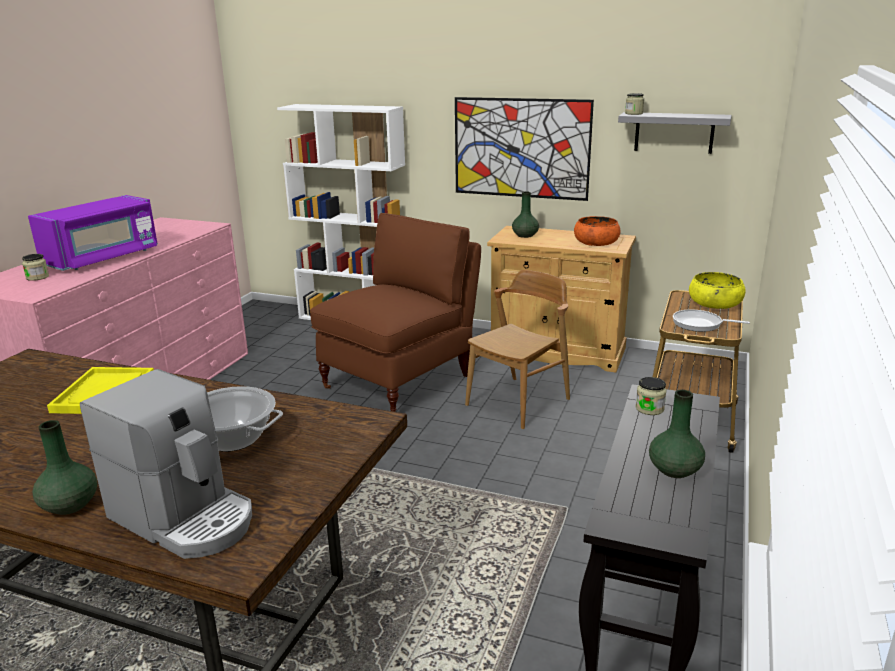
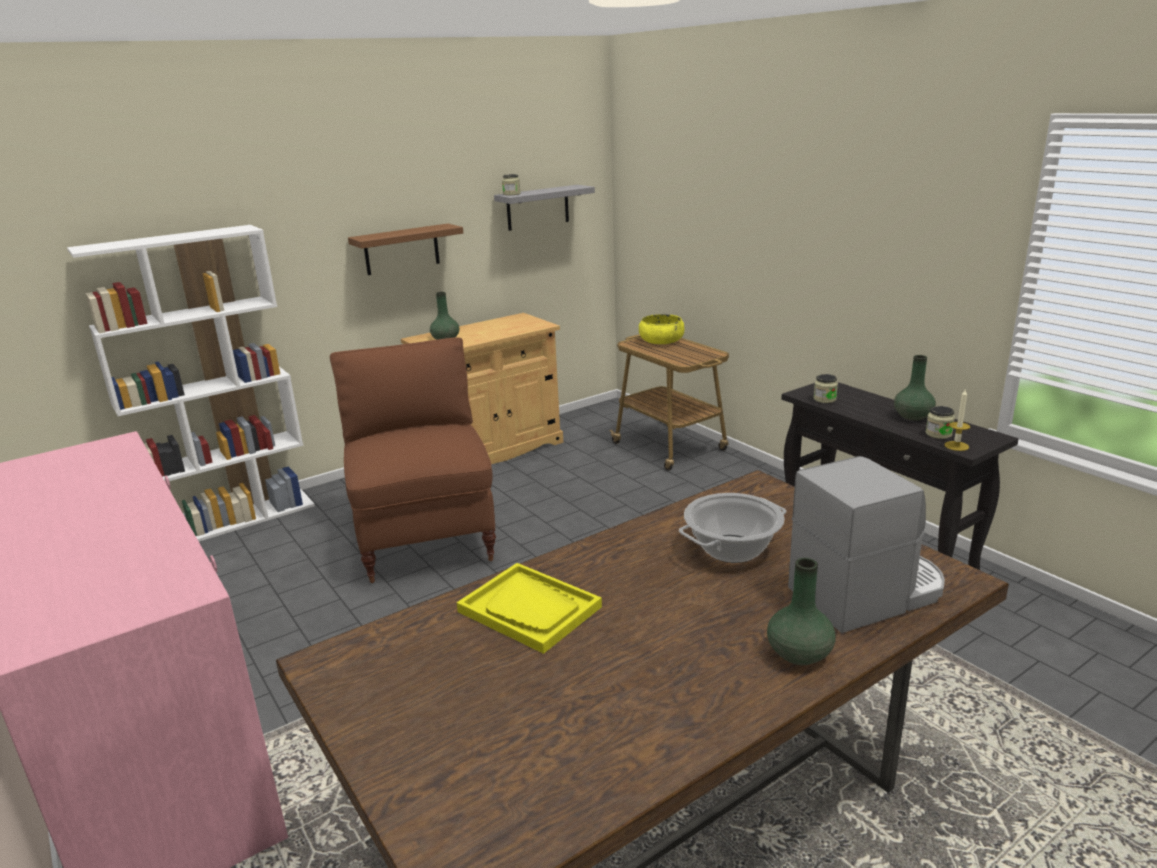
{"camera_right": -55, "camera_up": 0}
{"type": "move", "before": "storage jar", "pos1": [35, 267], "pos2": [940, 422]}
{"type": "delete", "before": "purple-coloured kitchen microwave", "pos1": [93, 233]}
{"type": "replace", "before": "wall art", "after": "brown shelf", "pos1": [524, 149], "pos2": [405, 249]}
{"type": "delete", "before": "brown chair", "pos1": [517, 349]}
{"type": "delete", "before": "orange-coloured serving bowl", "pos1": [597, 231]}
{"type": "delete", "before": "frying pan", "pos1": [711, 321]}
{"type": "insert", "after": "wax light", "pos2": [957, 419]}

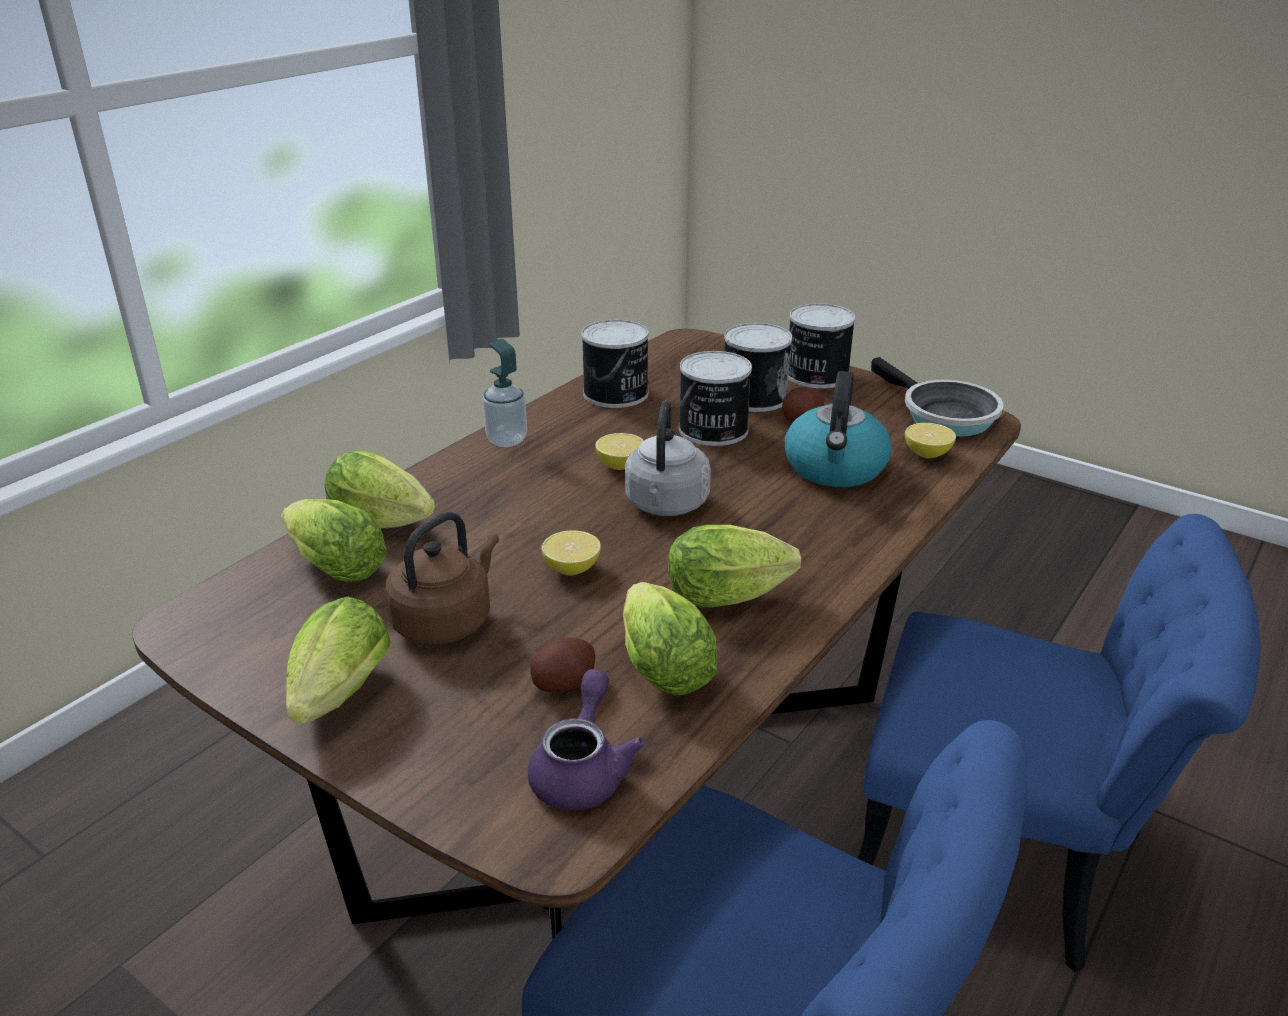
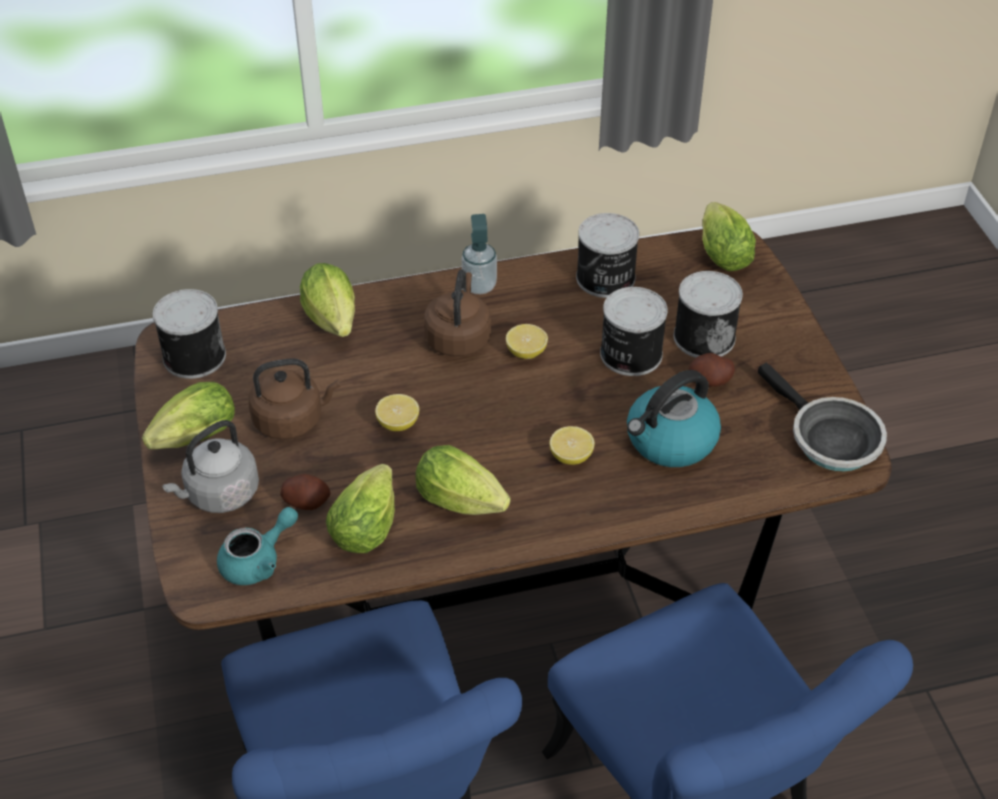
{"camera_right": 40, "camera_up": 15}
{"type": "move", "before": "head of lettuce", "pos1": [334, 540], "pos2": [729, 236]}
{"type": "recolor", "before": "purple-coloured teapot", "after": "turquoise-coloured teapot", "pos1": [586, 739], "pos2": [257, 546]}
{"type": "move", "before": "gray tea kettle", "pos1": [668, 458], "pos2": [210, 466]}
{"type": "move", "before": "sealed can", "pos1": [821, 346], "pos2": [189, 334]}
{"type": "rotate", "before": "frying pan", "pos1": [937, 397], "pos2": [822, 417], "turn": -45}
{"type": "move", "before": "whole lemon", "pos1": [930, 440], "pos2": [572, 445]}
{"type": "insert", "after": "brown tea kettle", "pos2": [457, 313]}

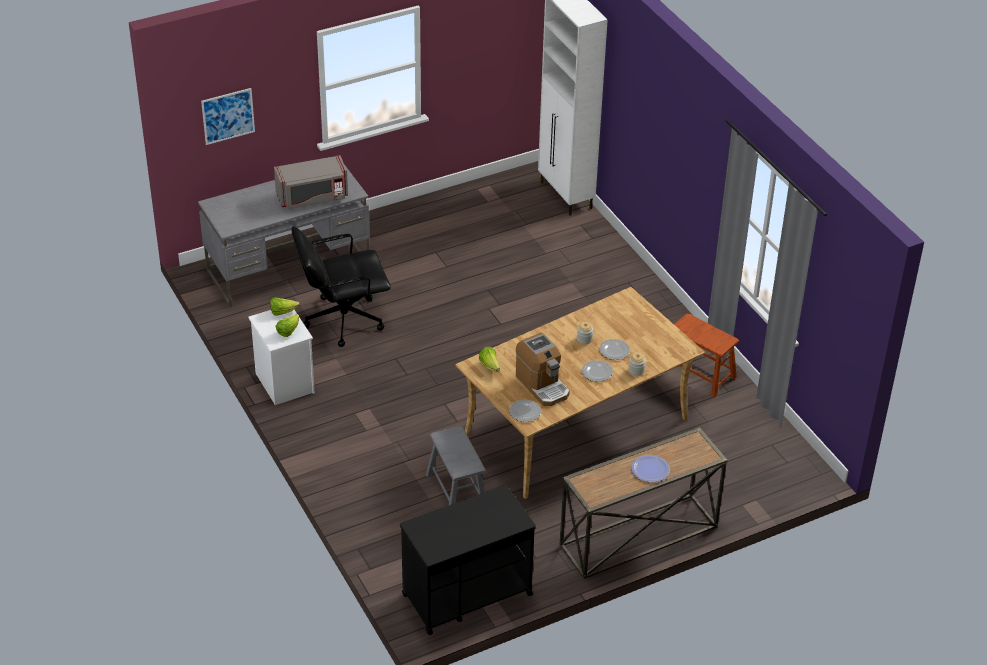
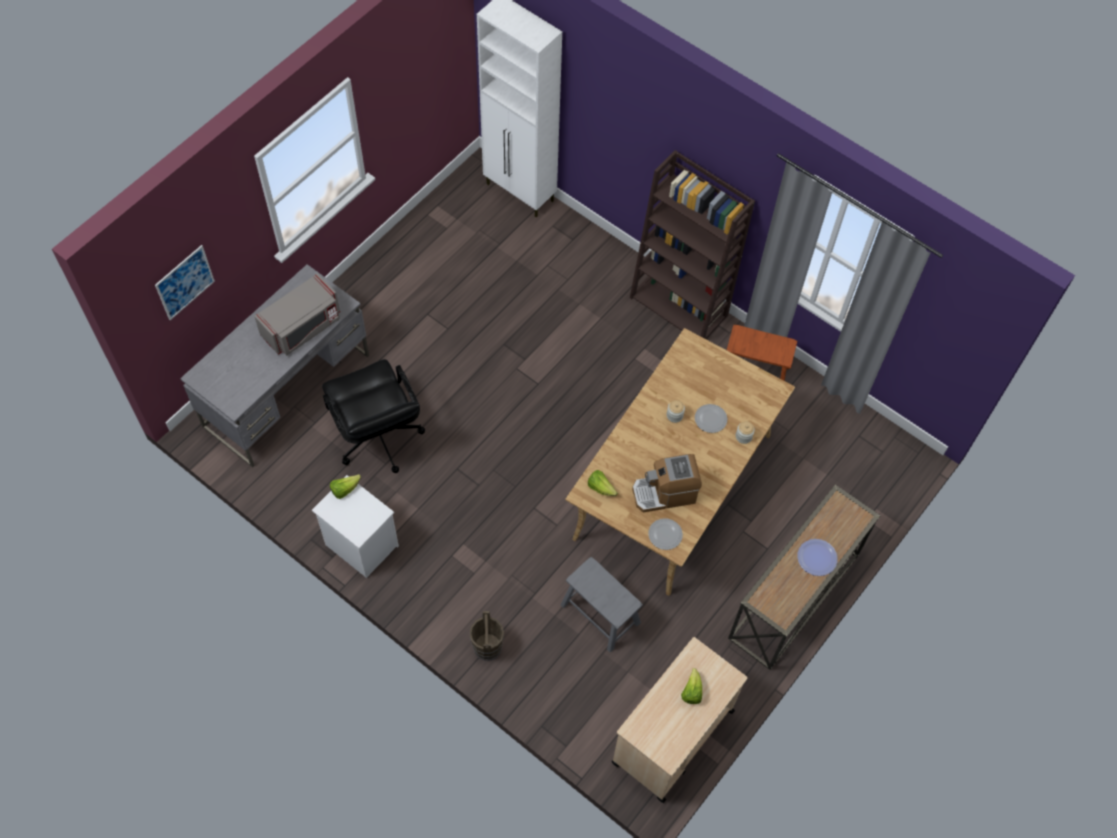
{"camera_right": -25, "camera_up": 20}
{"type": "move", "before": "head of lettuce", "pos1": [287, 325], "pos2": [691, 686]}
{"type": "rotate", "before": "black desk chair", "pos1": [341, 286], "pos2": [373, 416], "turn": -75}
{"type": "recolor", "before": "black wheeled cart", "after": "beige wheeled cart", "pos1": [468, 560], "pos2": [680, 720]}
{"type": "rotate", "before": "coffee brewer", "pos1": [543, 369], "pos2": [667, 483], "turn": 135}
{"type": "delete", "before": "flat dish", "pos1": [597, 371]}
{"type": "insert", "after": "brown water bucket", "pos2": [486, 636]}
{"type": "insert", "after": "brown bookshelf", "pos2": [692, 244]}

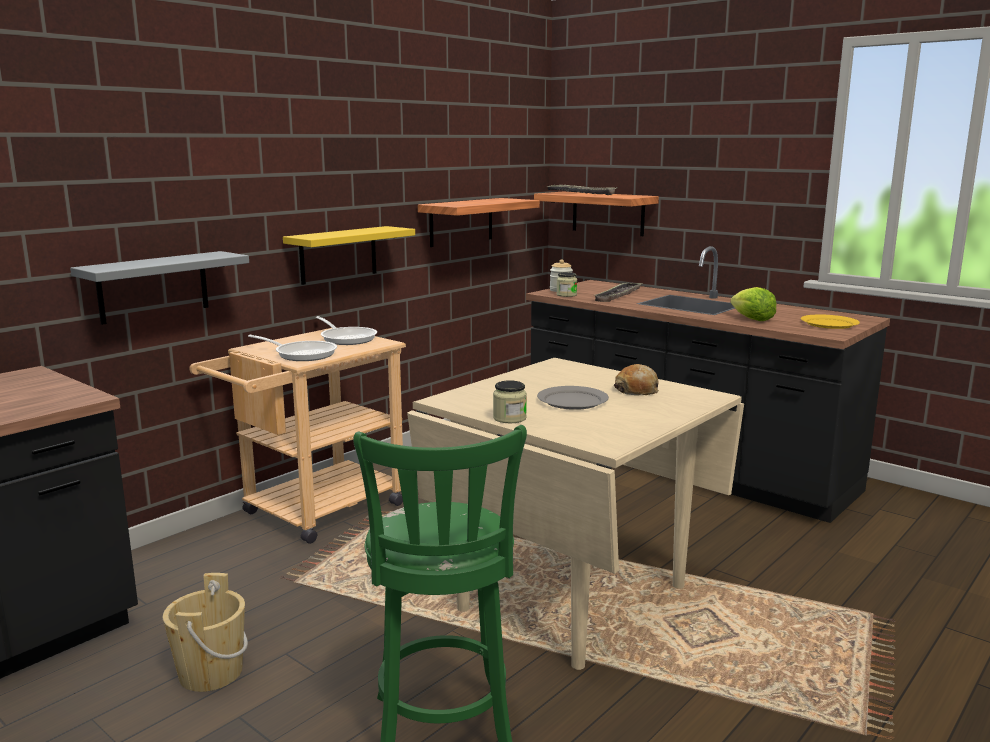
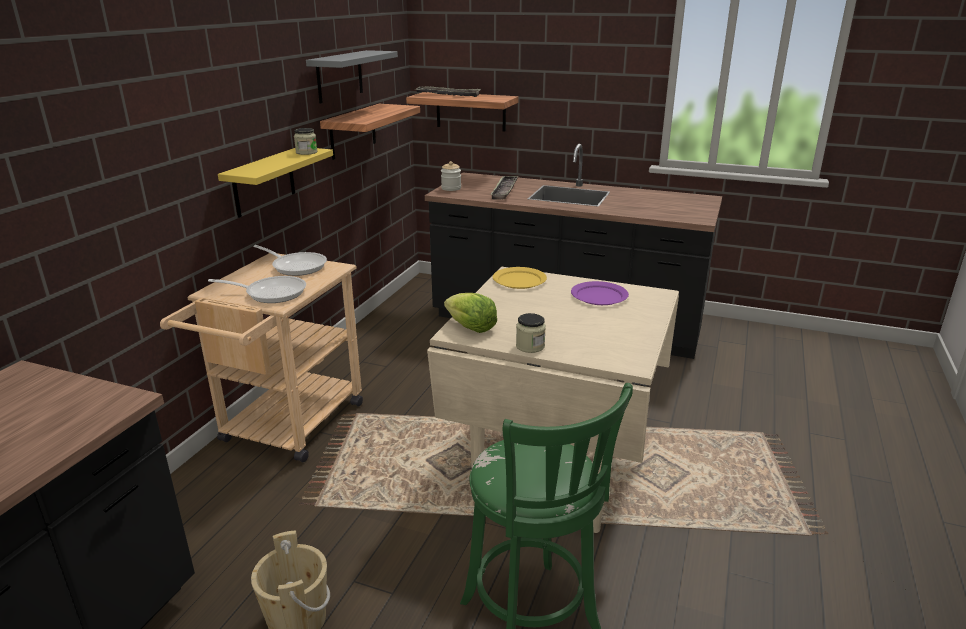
{"camera_right": -20, "camera_up": 10}
{"type": "move", "before": "gray shelf", "pos1": [159, 288], "pos2": [352, 76]}
{"type": "delete", "before": "gray flat dish", "pos1": [573, 398]}
{"type": "move", "before": "storage jar", "pos1": [567, 284], "pos2": [305, 141]}
{"type": "replace", "before": "baked bread", "after": "purple-coloured flat dish", "pos1": [636, 379], "pos2": [600, 293]}
{"type": "move", "before": "head of lettuce", "pos1": [753, 304], "pos2": [470, 313]}
{"type": "move", "before": "yellow-coloured flat dish", "pos1": [830, 322], "pos2": [520, 278]}

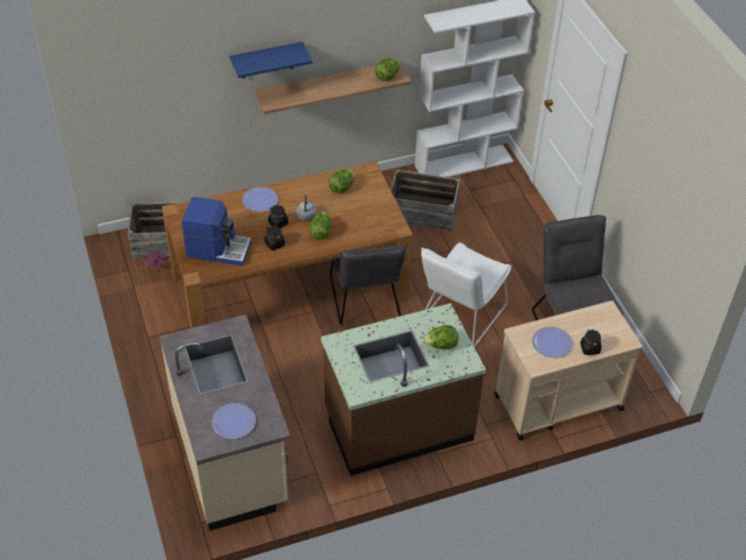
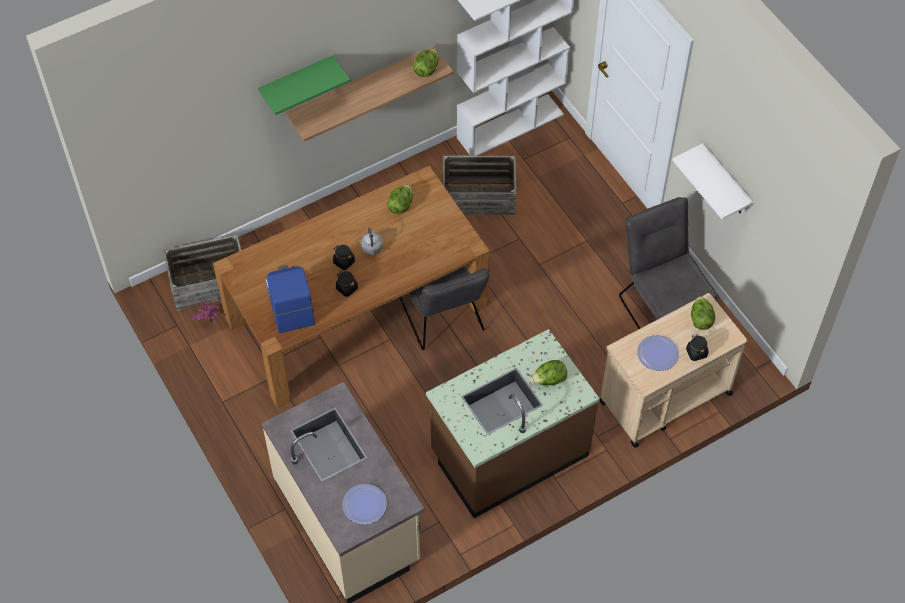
{"camera_right": -10, "camera_up": 10}
{"type": "rotate", "before": "coffee brewer", "pos1": [217, 231], "pos2": [290, 299], "turn": -105}
{"type": "recolor", "before": "blue shelf", "after": "greenish shelf", "pos1": [271, 60], "pos2": [304, 85]}
{"type": "delete", "before": "flat dish", "pos1": [260, 199]}
{"type": "move", "before": "head of lettuce", "pos1": [321, 226], "pos2": [703, 313]}
{"type": "delete", "before": "white chair", "pos1": [466, 294]}
{"type": "insert", "after": "white shelf", "pos2": [712, 181]}

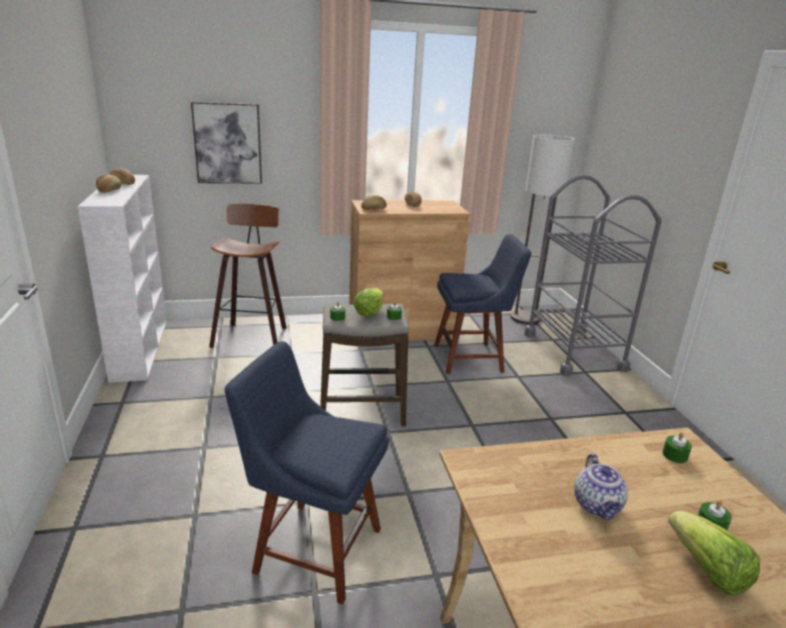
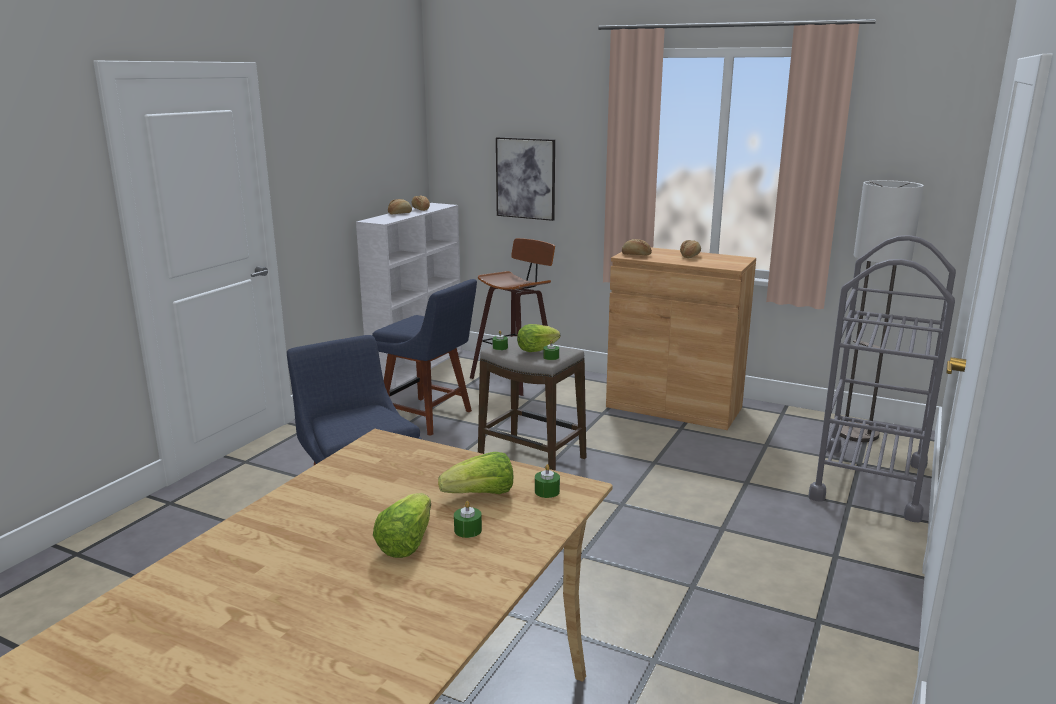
{"camera_right": 40, "camera_up": -5}
{"type": "move", "before": "blue chair", "pos1": [482, 304], "pos2": [424, 357]}
{"type": "delete", "before": "teapot", "pos1": [601, 487]}
{"type": "insert", "after": "head of lettuce", "pos2": [476, 473]}

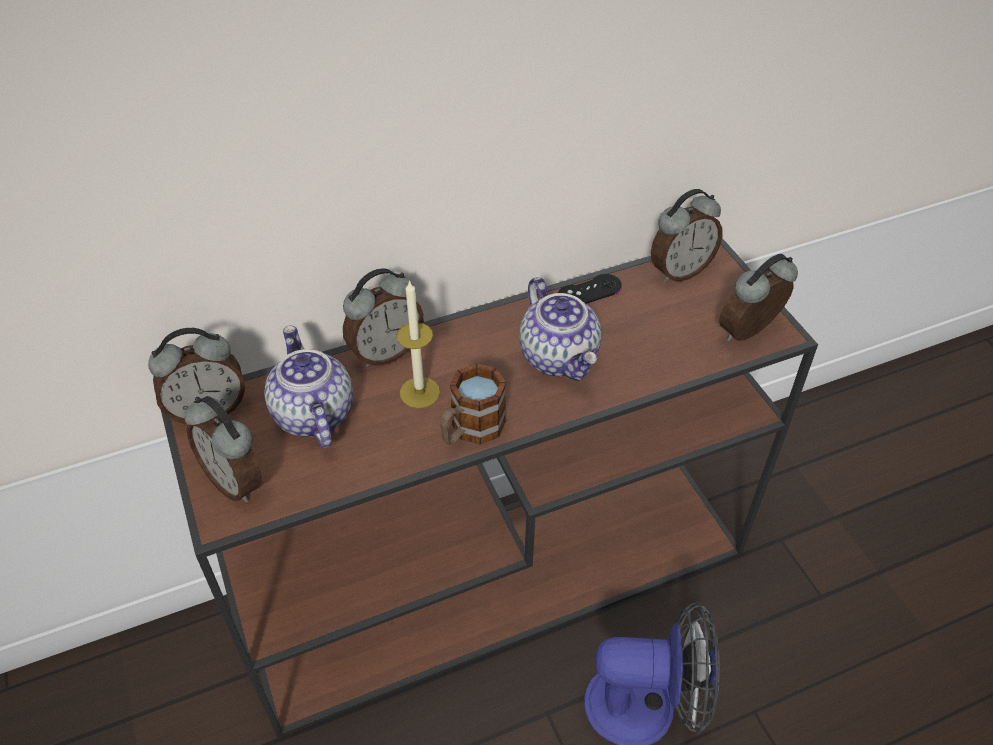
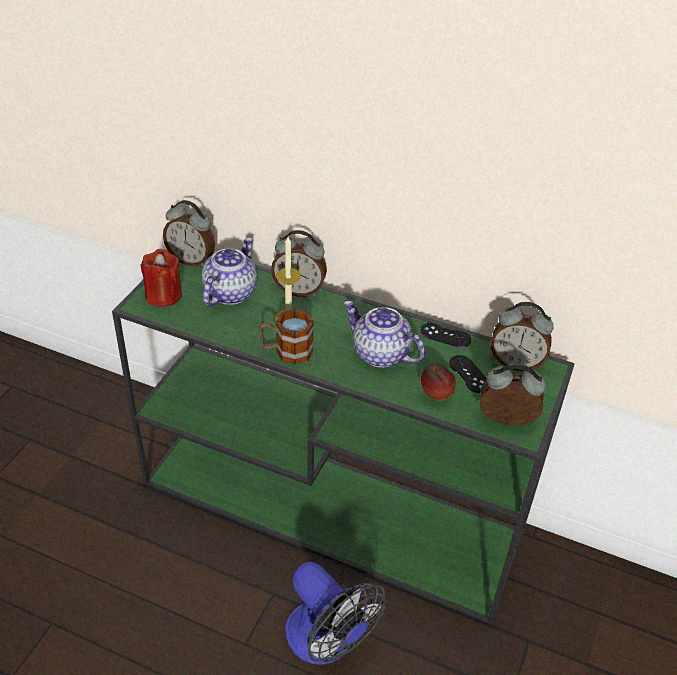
{"camera_right": 45, "camera_up": -5}
{"type": "recolor", "before": "brown hall table", "after": "greenish hall table", "pos1": [489, 488], "pos2": [343, 438]}
{"type": "replace", "before": "alarm clock", "after": "red-coloured wax light", "pos1": [223, 449], "pos2": [161, 278]}
{"type": "rotate", "before": "teapot", "pos1": [560, 329], "pos2": [384, 334], "turn": 105}
{"type": "insert", "after": "whole apple", "pos2": [438, 382]}
{"type": "insert", "after": "black game controller", "pos2": [468, 374]}

